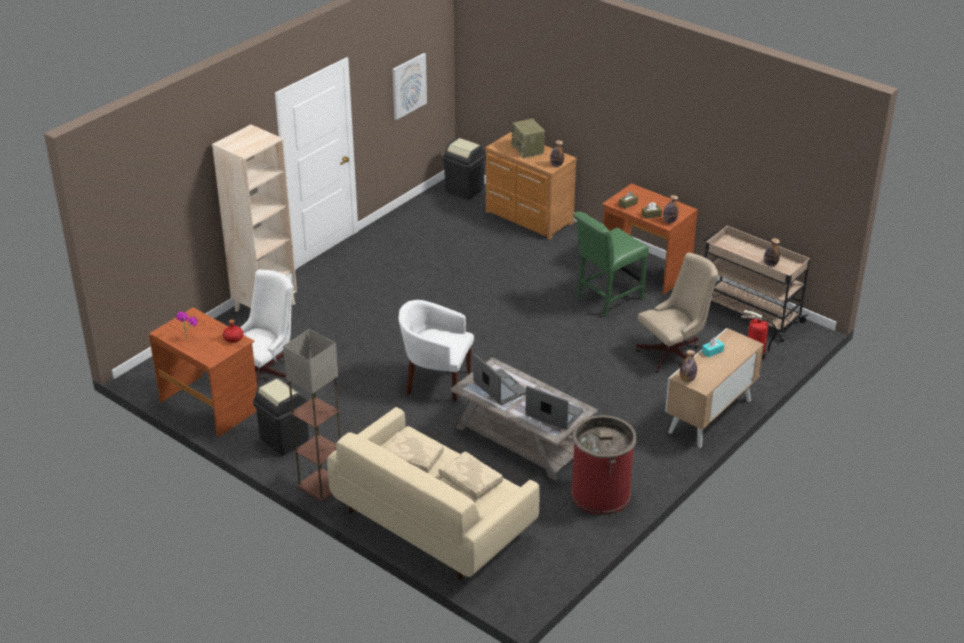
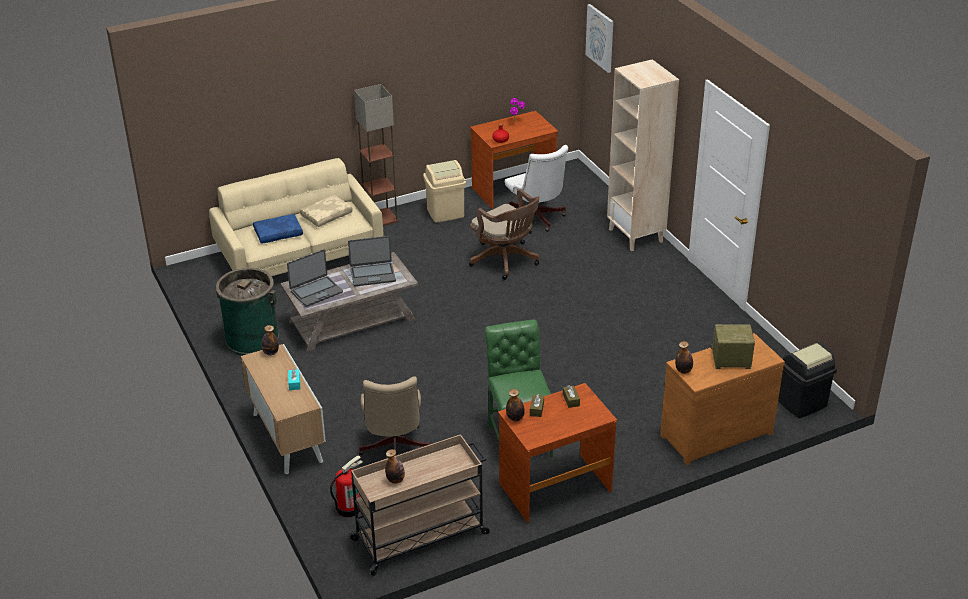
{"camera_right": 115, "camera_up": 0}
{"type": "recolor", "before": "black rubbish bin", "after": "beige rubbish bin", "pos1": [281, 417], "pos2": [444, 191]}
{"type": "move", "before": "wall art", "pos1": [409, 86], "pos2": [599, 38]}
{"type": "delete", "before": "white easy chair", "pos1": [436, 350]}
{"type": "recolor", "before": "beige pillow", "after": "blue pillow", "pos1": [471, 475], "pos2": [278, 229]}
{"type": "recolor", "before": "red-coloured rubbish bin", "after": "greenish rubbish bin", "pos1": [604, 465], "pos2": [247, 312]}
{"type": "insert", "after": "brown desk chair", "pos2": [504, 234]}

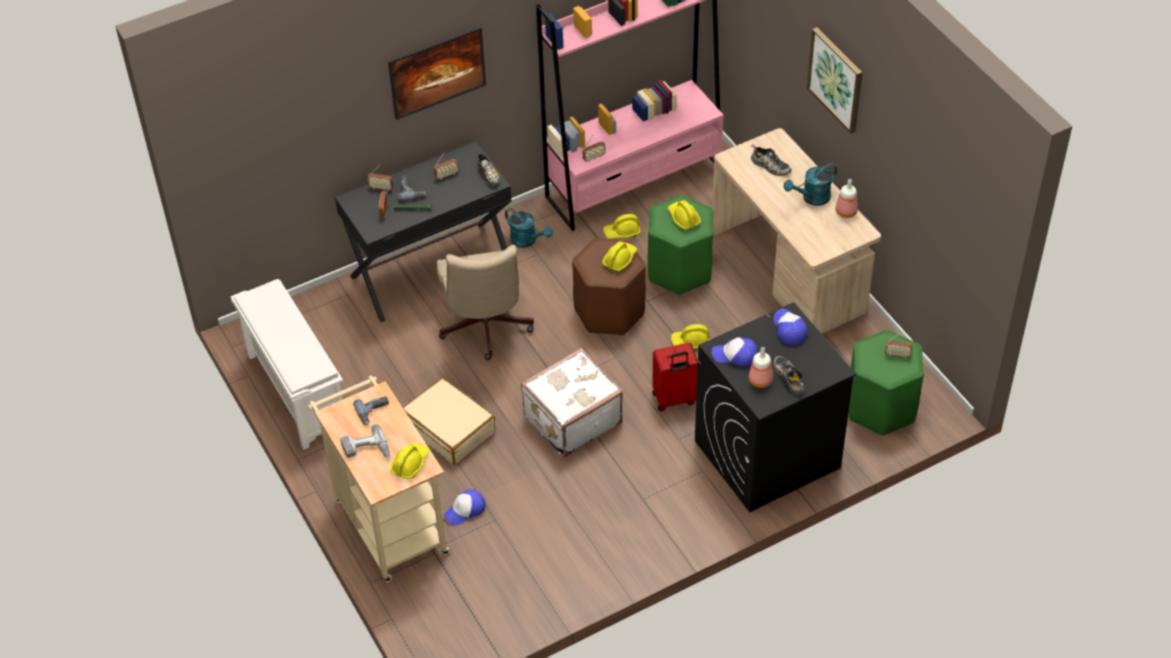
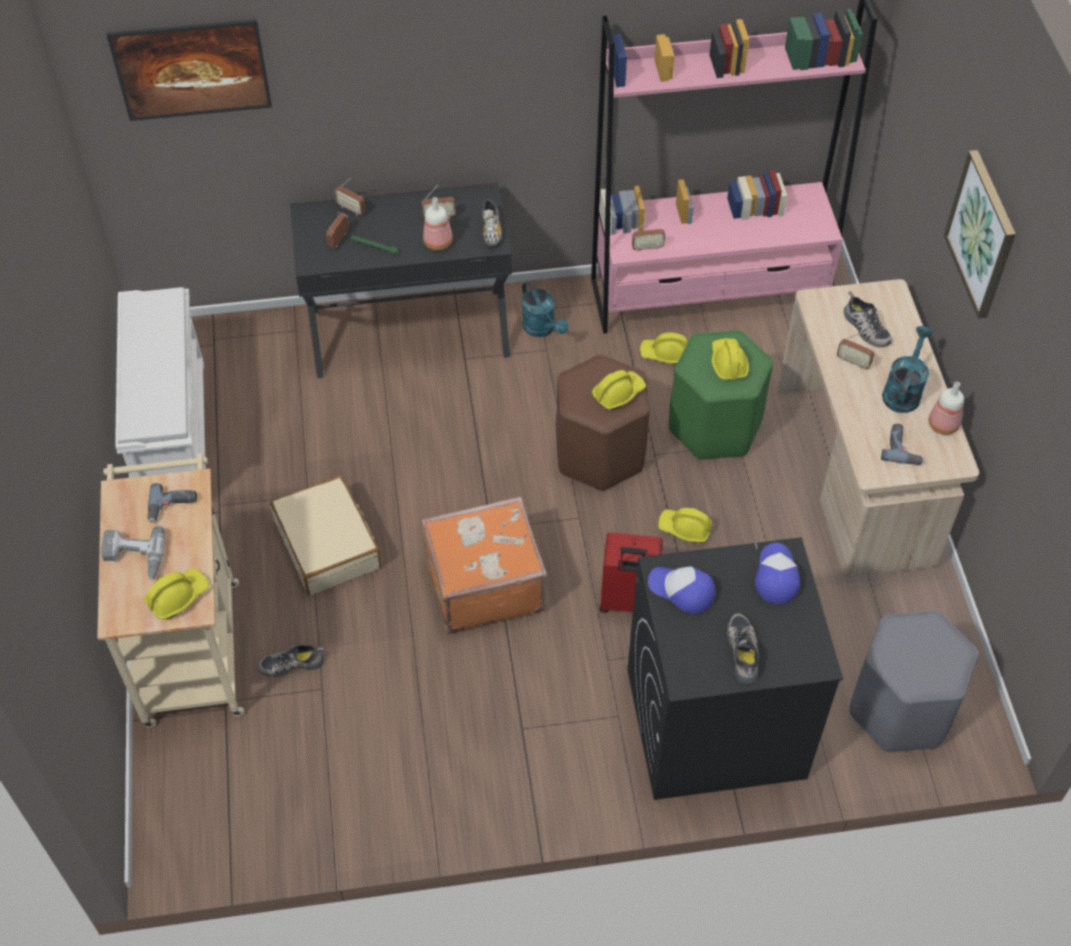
{"camera_right": 20, "camera_up": 5}
{"type": "move", "before": "wall art", "pos1": [437, 73], "pos2": [189, 70]}
{"type": "move", "before": "electric drill", "pos1": [412, 188], "pos2": [902, 444]}
{"type": "delete", "before": "beige desk chair", "pos1": [485, 302]}
{"type": "replace", "before": "baseball cap", "after": "low shoe", "pos1": [465, 507], "pos2": [291, 661]}
{"type": "recolor", "before": "white piece of luggage", "after": "orange-coloured piece of luggage", "pos1": [572, 402], "pos2": [484, 565]}
{"type": "move", "before": "bottle", "pos1": [761, 367], "pos2": [438, 223]}
{"type": "rotate", "before": "turquoise-coloured sprinkling can", "pos1": [810, 184], "pos2": [907, 369], "turn": 120}
{"type": "recolor", "before": "greenish stool seat", "after": "gray stool seat", "pos1": [886, 383], "pos2": [913, 681]}
{"type": "move", "before": "radio", "pos1": [898, 345], "pos2": [855, 350]}

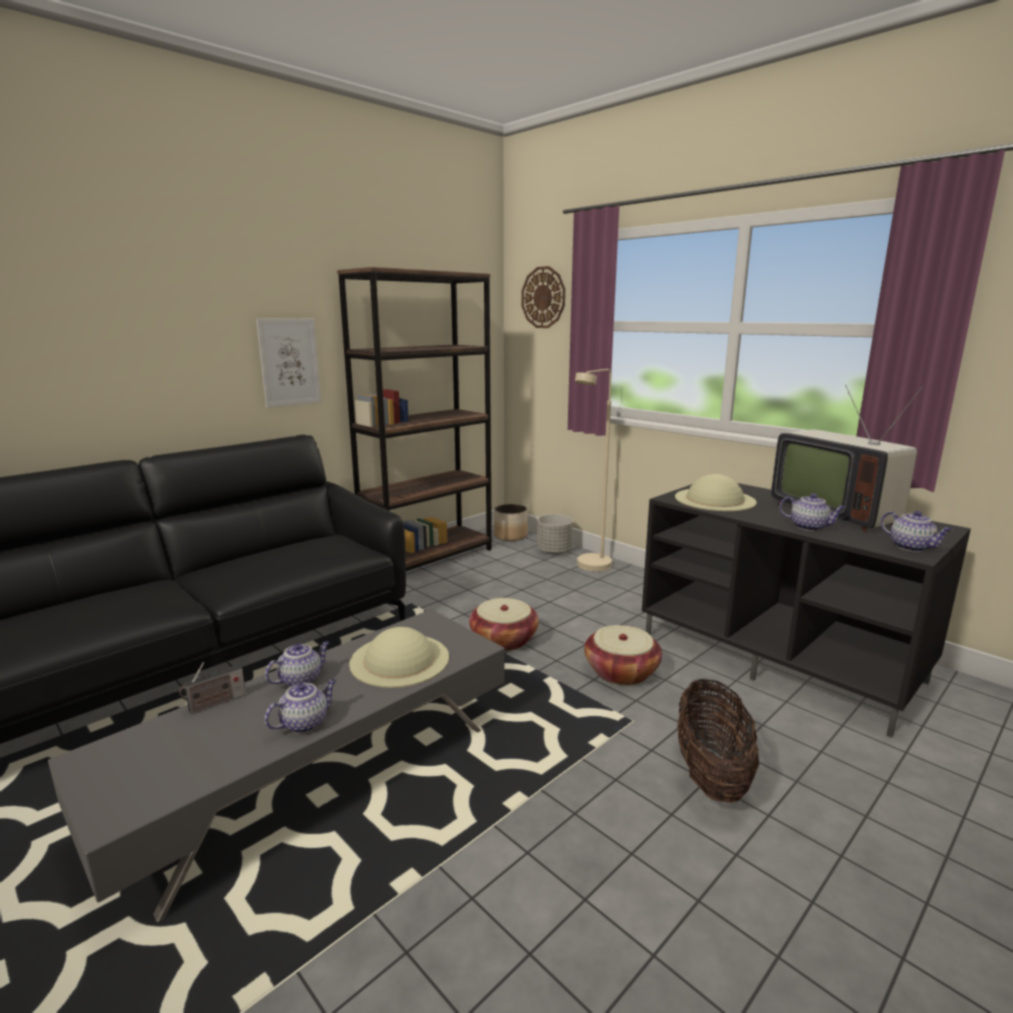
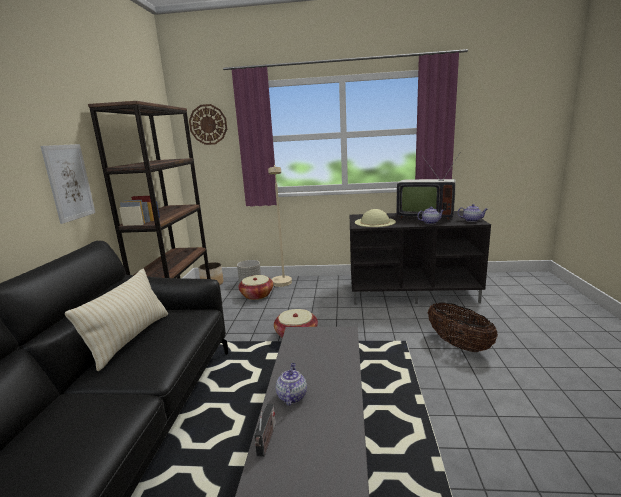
{"camera_right": -40, "camera_up": 0}
{"type": "delete", "before": "teapot", "pos1": [300, 706]}
{"type": "delete", "before": "beige hat", "pos1": [399, 657]}
{"type": "move", "before": "storage basket", "pos1": [623, 655], "pos2": [255, 287]}
{"type": "insert", "after": "beige pillow", "pos2": [116, 320]}

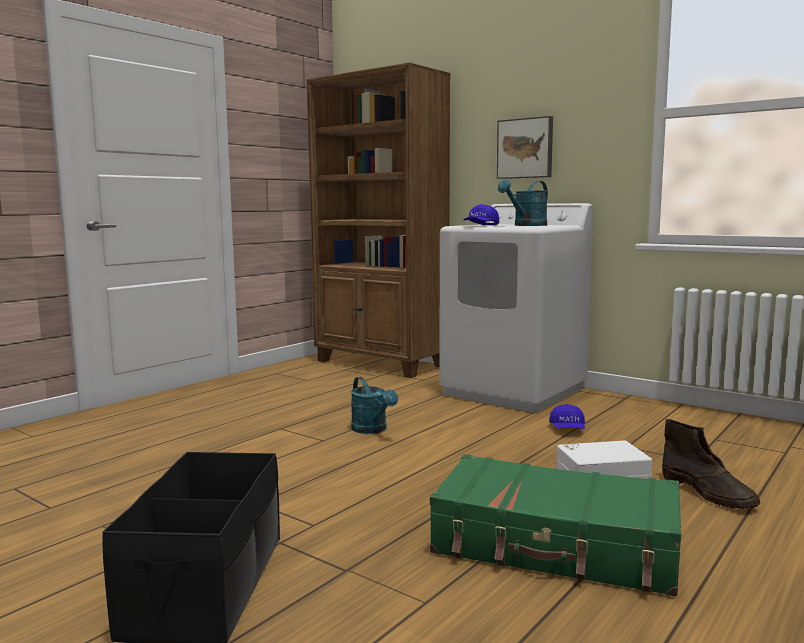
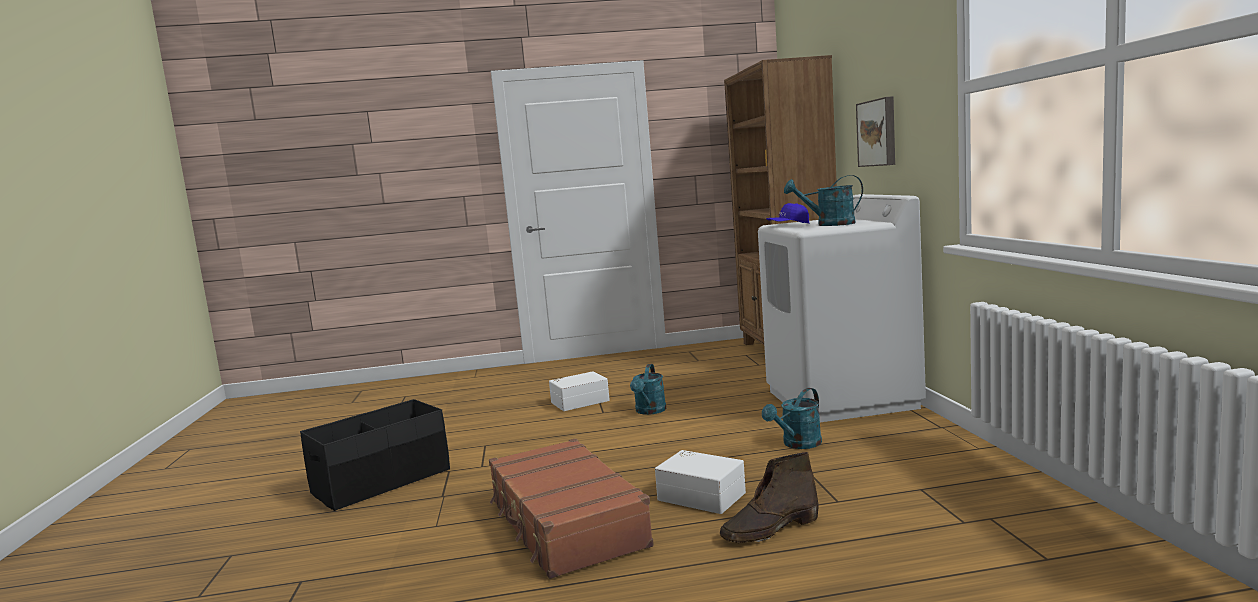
{"camera_right": 45, "camera_up": 0}
{"type": "recolor", "before": "greenish piece of luggage", "after": "brown piece of luggage", "pos1": [555, 525], "pos2": [571, 508]}
{"type": "replace", "before": "blue baseball cap", "after": "turquoise-coloured sprinkling can", "pos1": [567, 416], "pos2": [792, 418]}
{"type": "rotate", "before": "brown boot", "pos1": [711, 464], "pos2": [769, 497], "turn": 45}
{"type": "insert", "after": "white storage bin", "pos2": [579, 391]}

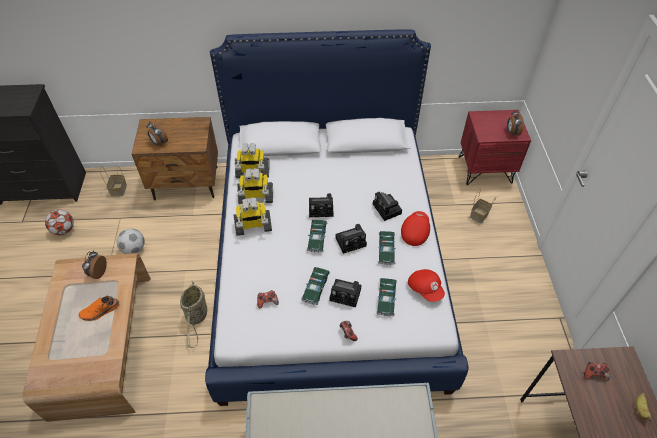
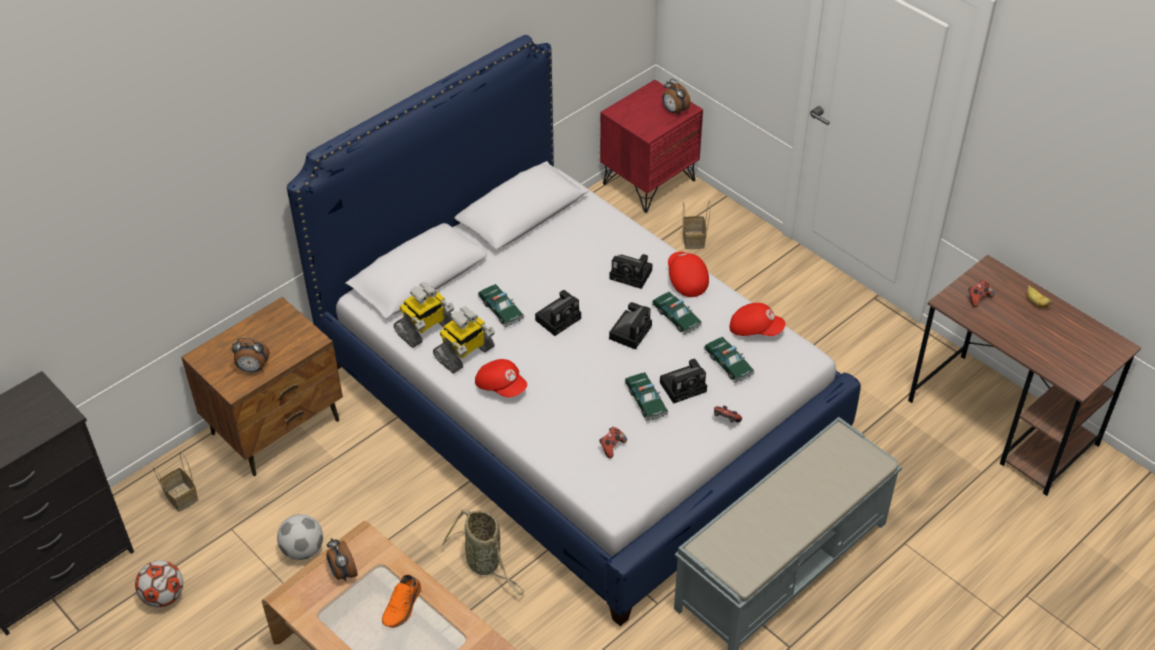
{"camera_right": -40, "camera_up": -5}
{"type": "replace", "before": "model robot", "after": "red-coloured baseball cap", "pos1": [252, 217], "pos2": [501, 378]}
{"type": "move", "before": "model car", "pos1": [317, 236], "pos2": [501, 305]}

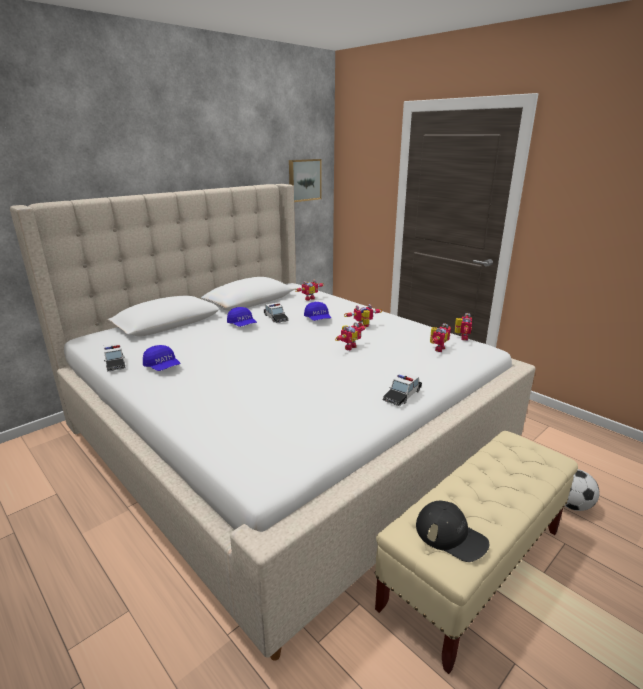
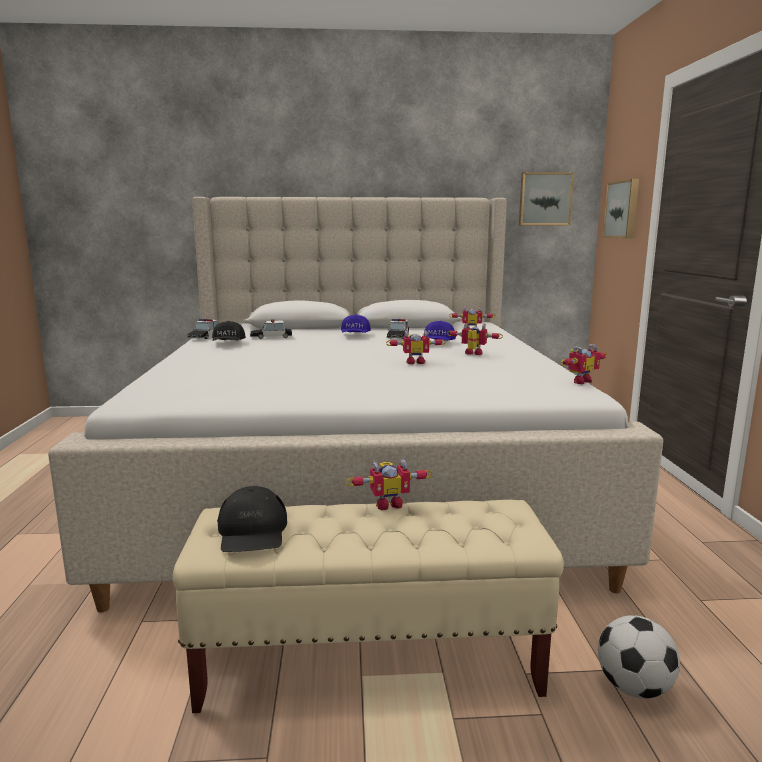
{"camera_right": 40, "camera_up": -10}
{"type": "recolor", "before": "blue baseball cap", "after": "black baseball cap", "pos1": [161, 358], "pos2": [229, 331]}
{"type": "move", "before": "model car", "pos1": [402, 389], "pos2": [271, 329]}
{"type": "move", "before": "model robot", "pos1": [440, 337], "pos2": [389, 485]}
{"type": "insert", "after": "wall art", "pos2": [621, 208]}

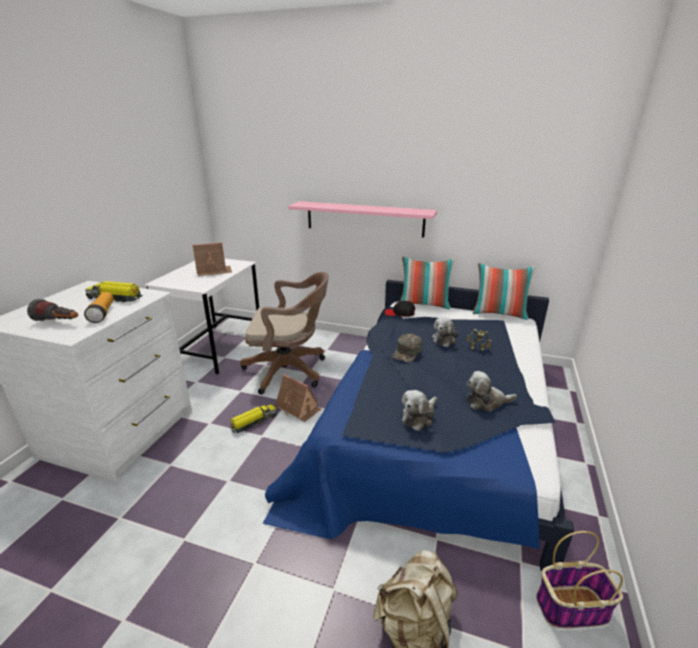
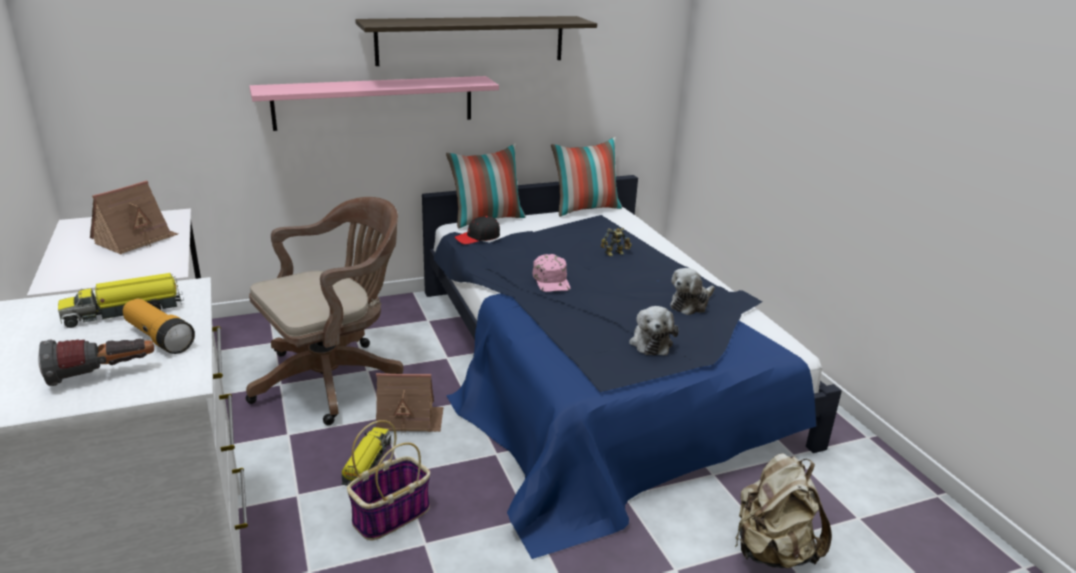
{"camera_right": -40, "camera_up": 0}
{"type": "recolor", "before": "greenish baseball cap", "after": "pink baseball cap", "pos1": [407, 348], "pos2": [551, 273]}
{"type": "delete", "before": "plush toy", "pos1": [445, 332]}
{"type": "move", "before": "storage basket", "pos1": [579, 579], "pos2": [388, 480]}
{"type": "insert", "after": "shelf", "pos2": [476, 41]}

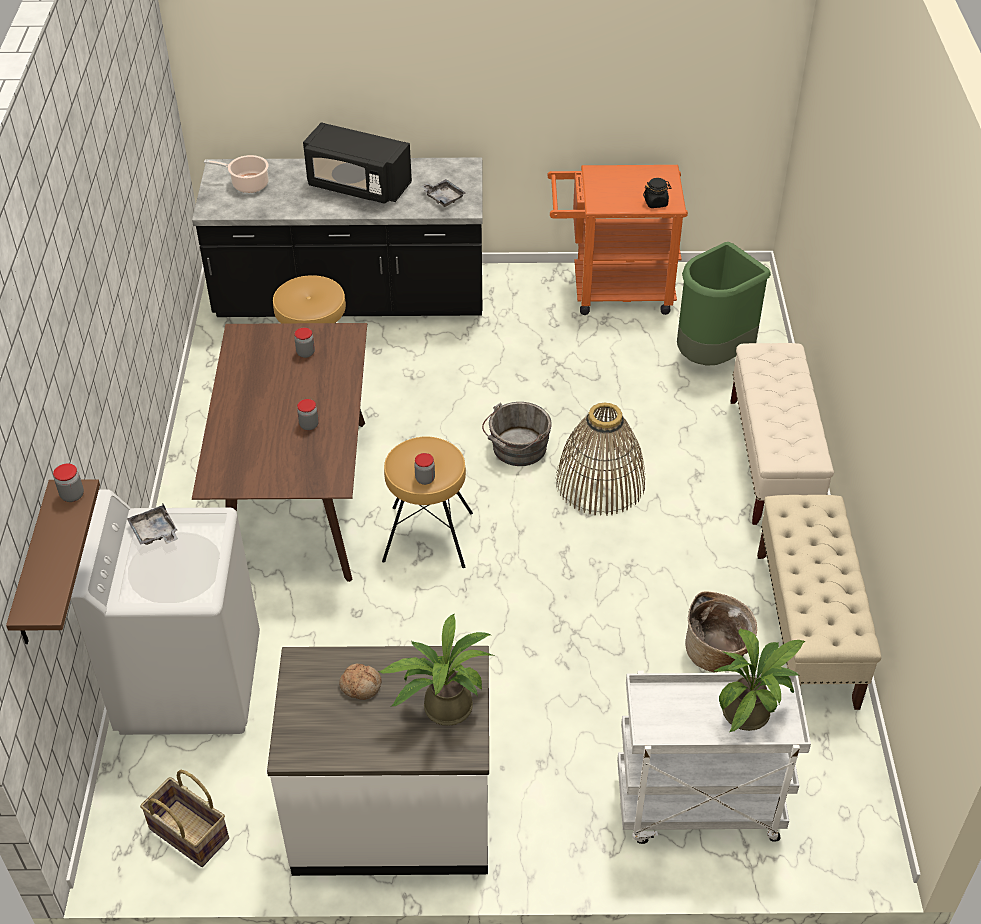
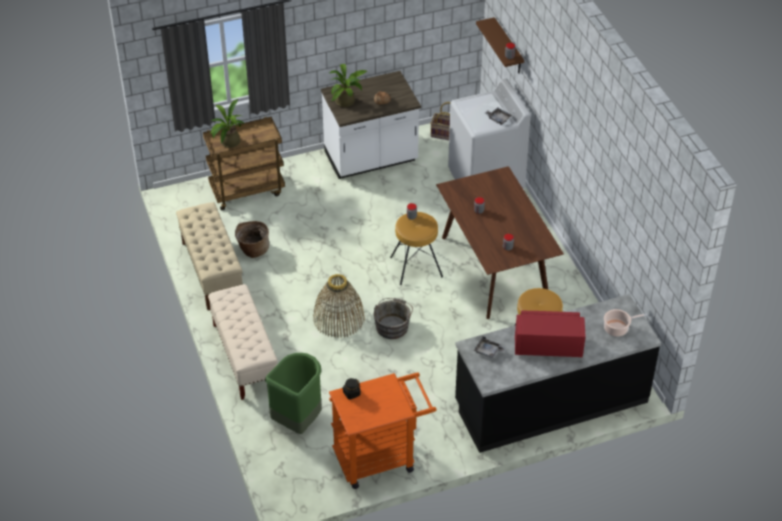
{"camera_right": 160, "camera_up": 0}
{"type": "recolor", "before": "black kitchen microwave", "after": "red-coloured kitchen microwave", "pos1": [357, 163], "pos2": [550, 333]}
{"type": "recolor", "before": "white wheeled cart", "after": "brown wheeled cart", "pos1": [714, 757], "pos2": [244, 163]}

